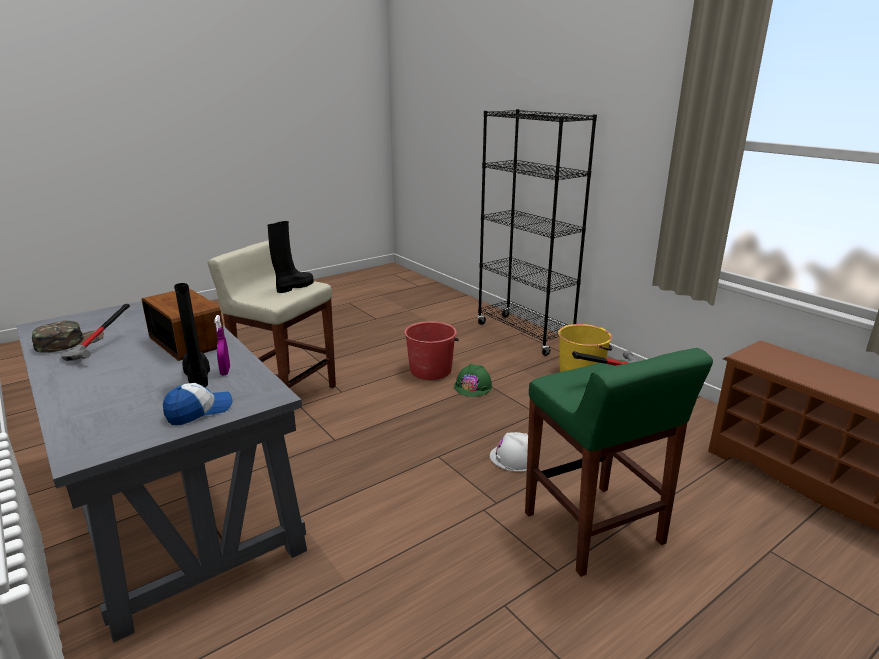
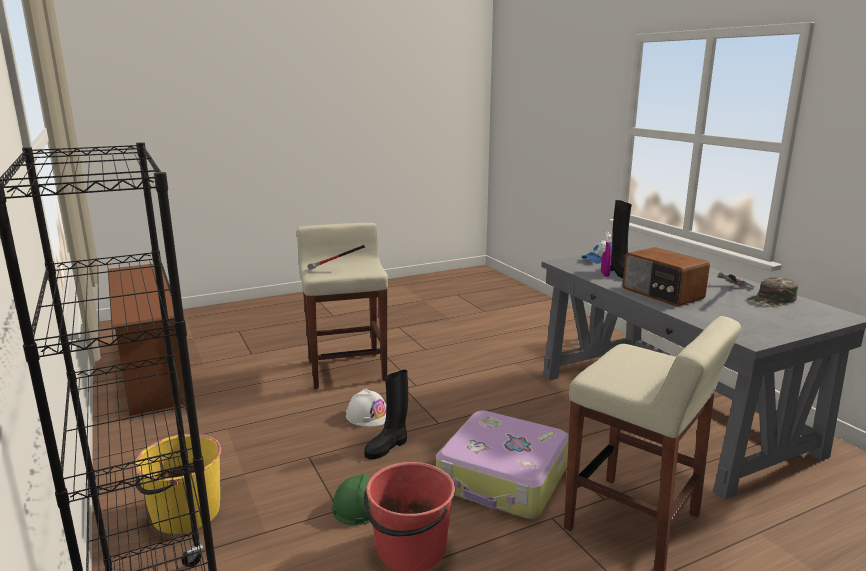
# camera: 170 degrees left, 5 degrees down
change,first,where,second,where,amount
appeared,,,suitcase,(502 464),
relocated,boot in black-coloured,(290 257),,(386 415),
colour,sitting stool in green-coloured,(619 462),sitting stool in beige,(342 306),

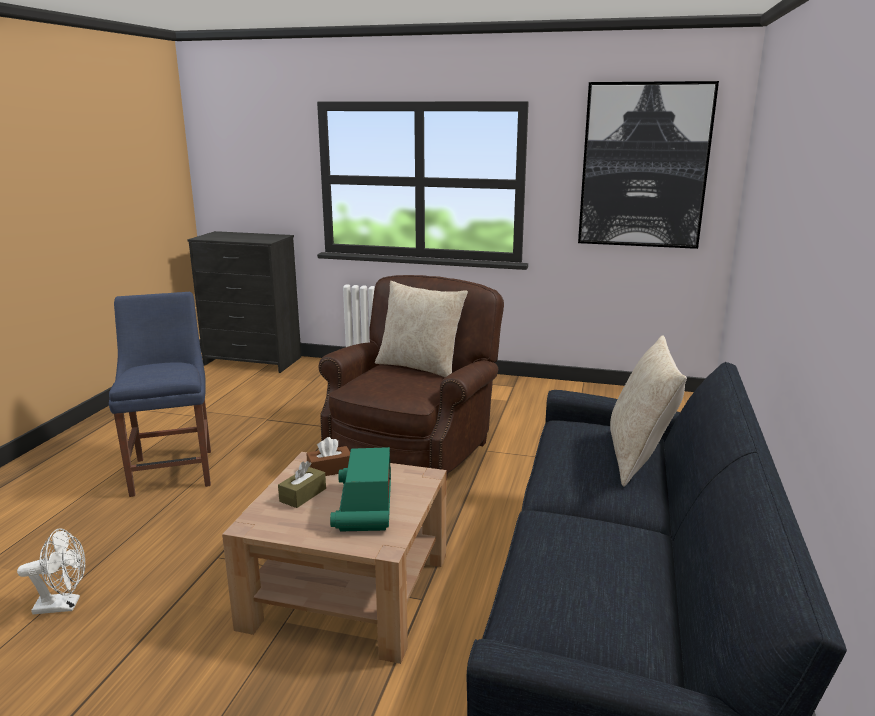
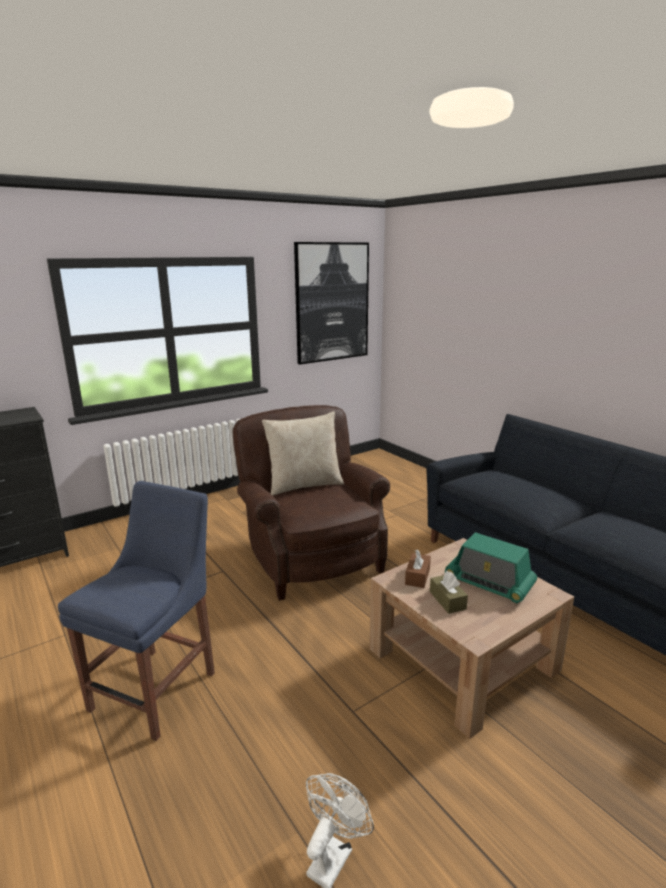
# camera: 50 degrees left, 0 degrees up
change,first,where,second,where,amount
missing,cushion in beige,(648 410),,,
spun,plain chair in bluish,(160 394),,(136 611),90 degrees clockwise

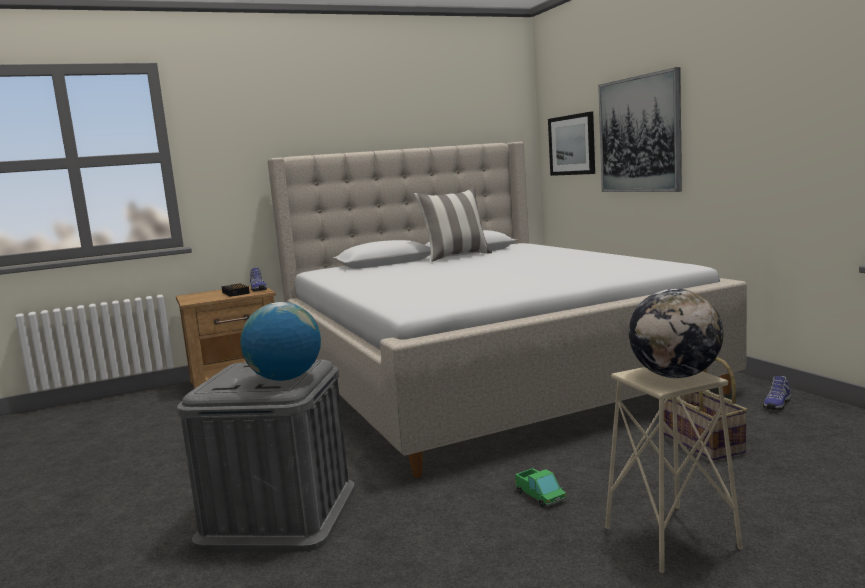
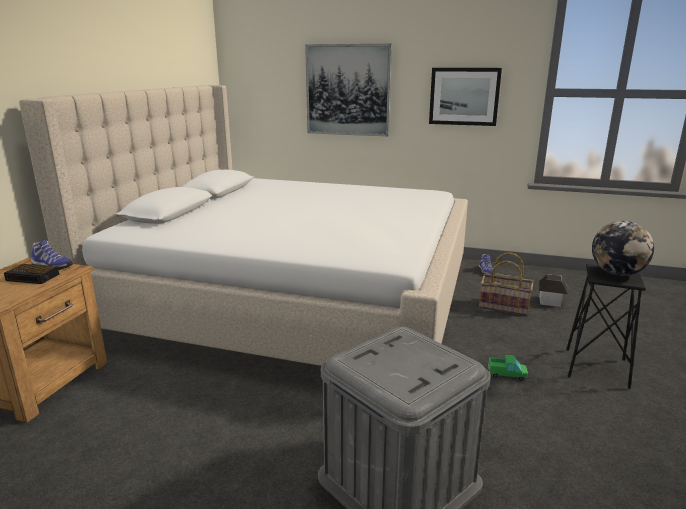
# camera: 50 degrees left, 10 degrees up
change,first,where,second,where,amount
missing,desk globe,(281 341),,,
missing,cushion,(453 224),,,
appeared,,,miniature house,(553 290),
relocated,wall art,(571 144),,(465 97),
colour,sitting stool in beige,(674 470),sitting stool in black-coloured,(606 326),

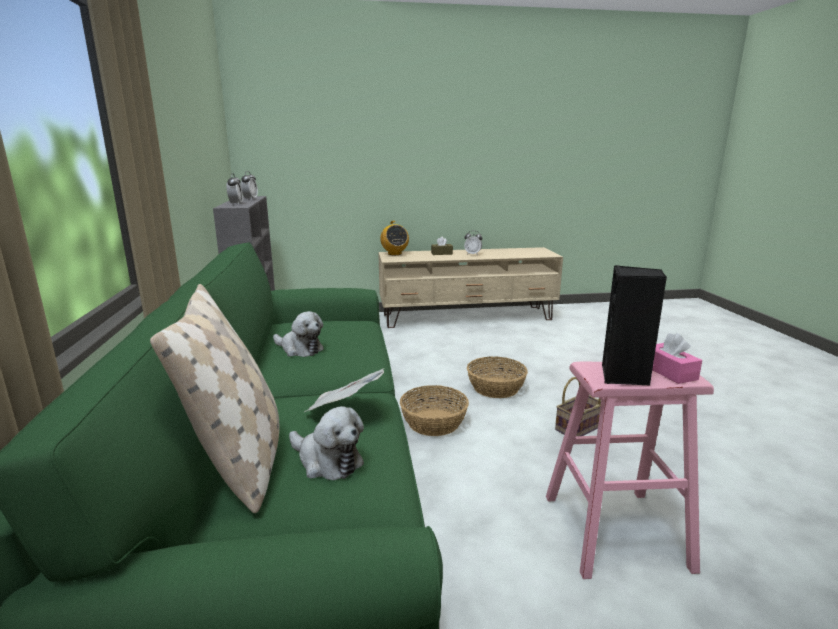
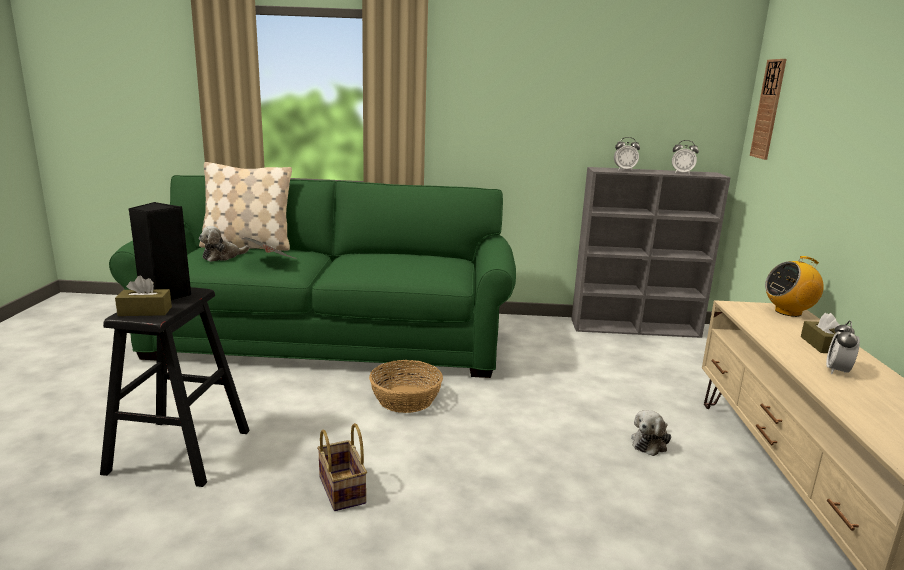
# camera: 100 degrees right, 0 degrees up
change,first,where,second,where,amount
missing,storage basket,(497 377),,,
appeared,,,wall clock,(768 109),
relocated,soft toy,(298 334),,(651 433),
colour,sitting stool in pink-coloured,(630 470),sitting stool in black-coloured,(175 387),
colour,box of tissues in pink-coloured,(677 358),box of tissues in brownish,(143 296),

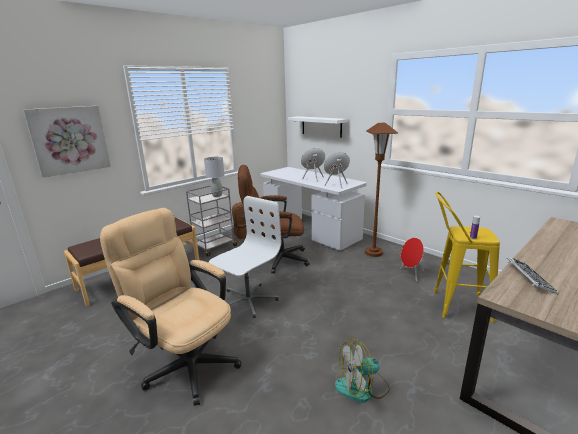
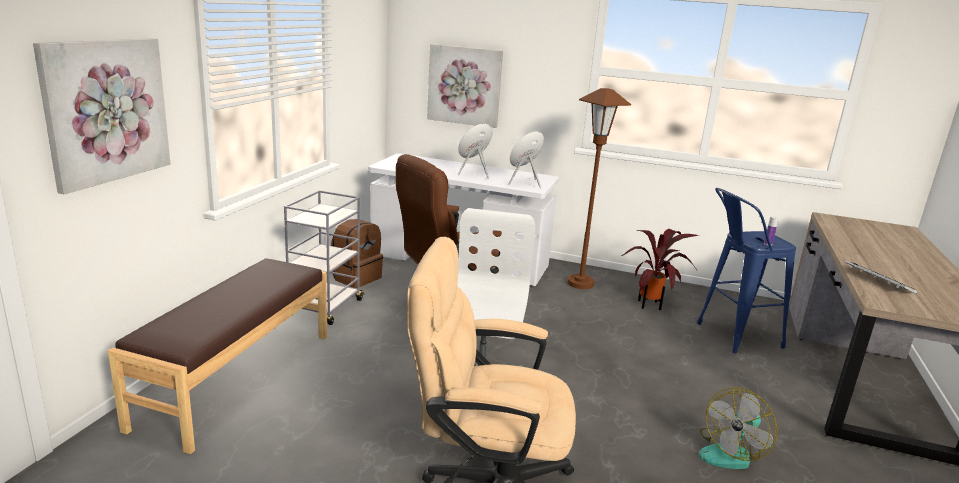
# camera: 30 degrees left, 0 degrees up
change,first,where,second,where,amount
missing,tabletop lamp in greyish,(214 177),,,
exchanged,shelf in white-coloured,(318 127),wall art,(465 86),
exchanged,loudspeaker in reddish,(412 259),potted plant,(660 269),
colour,sitting stool in yellow-coloured,(467 257),sitting stool in bluish,(746 270),

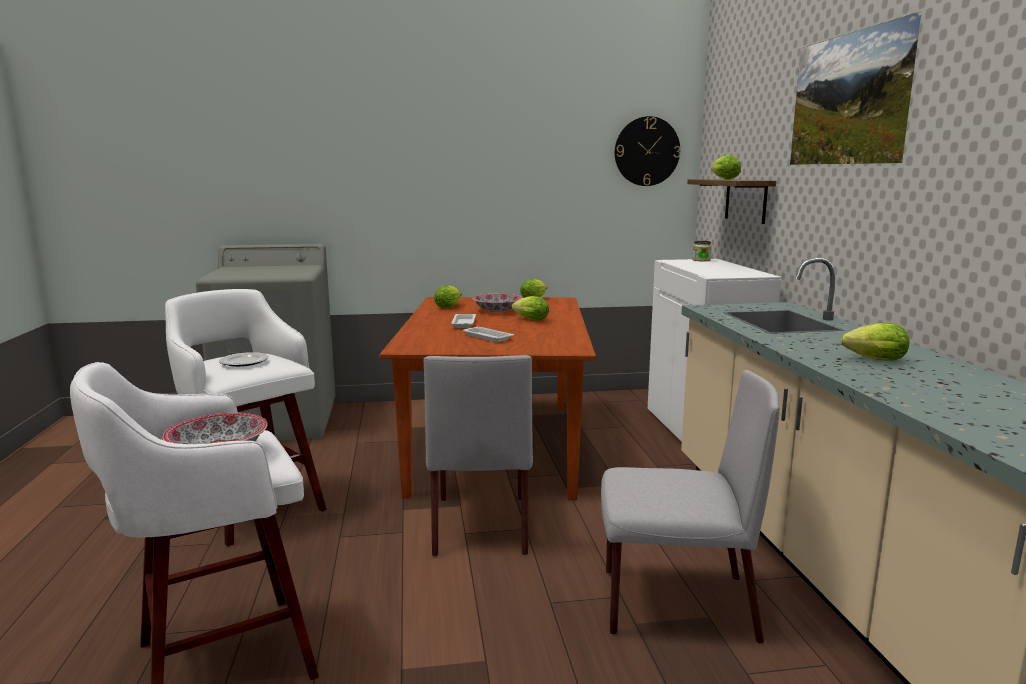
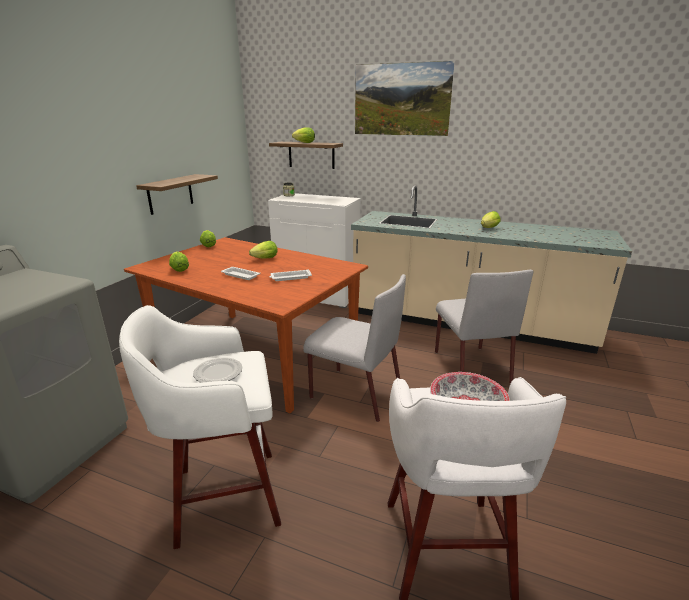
# camera: 60 degrees left, 10 degrees up
change,first,where,second,where,amount
missing,serving bowl,(497 303),,,
missing,wall clock,(647 151),,,
appeared,,,shelf,(177 194),
spun,plain chair in greyish,(690 507),,(484 327),135 degrees clockwise

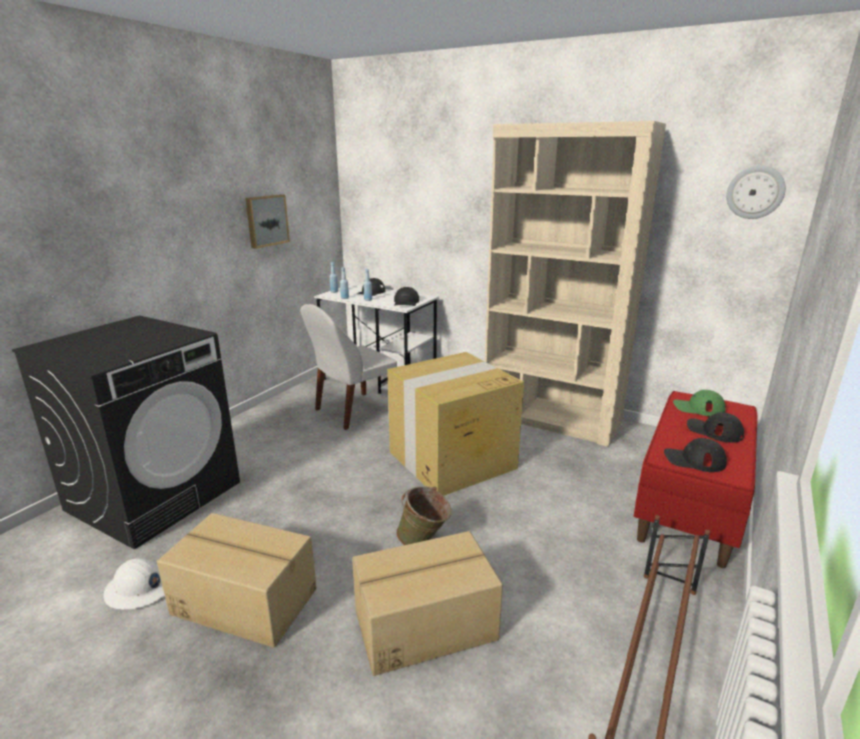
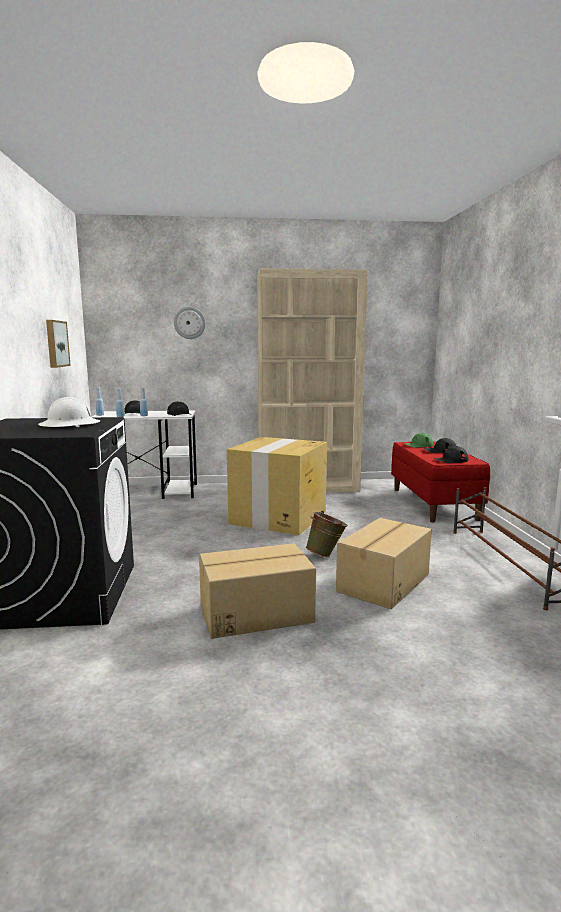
# camera: 35 degrees left, 10 degrees down
change,first,where,second,where,amount
missing,plain chair in white-coloured,(348 367),,,
relocated,work helmet in white-coloured,(134 583),,(69 412),
relocated,wall clock,(756 192),,(190 323),

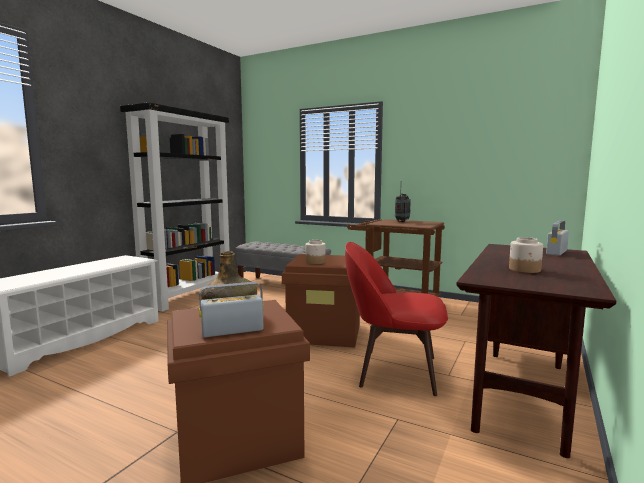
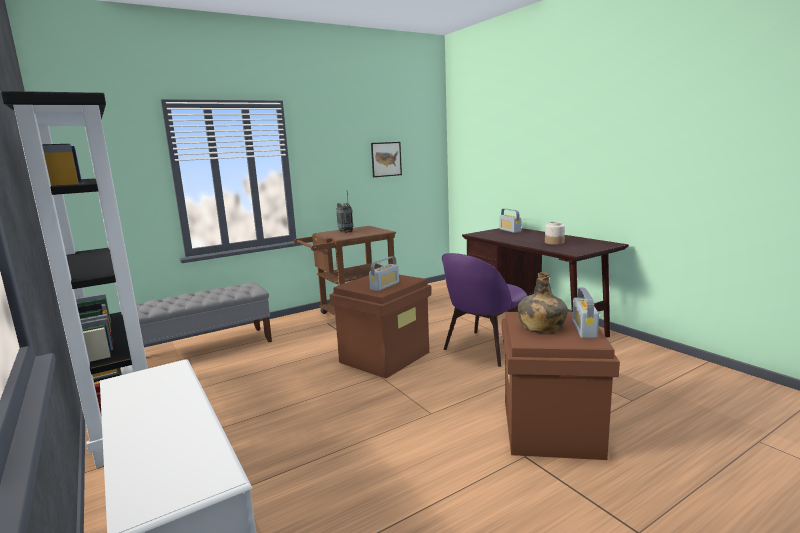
# camera: 60 degrees left, 5 degrees up
change,first,where,second,where,amount
appeared,,,wall art,(386 159),
exchanged,storage jar,(315 252),radio receiver,(384 273),
colour,plain chair in reddish,(396 319),plain chair in purplish,(485 310),

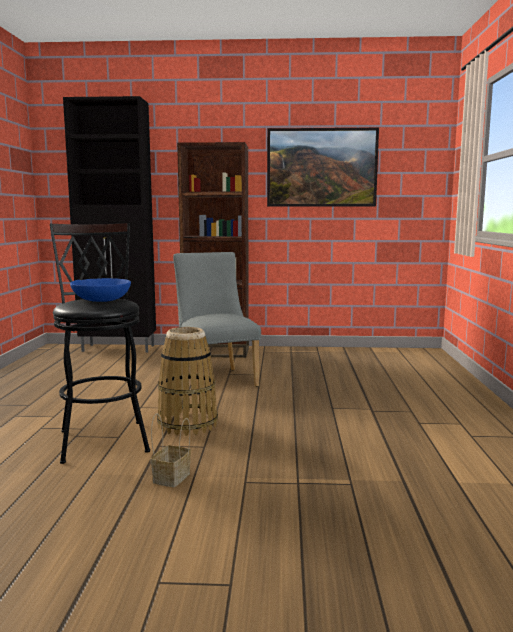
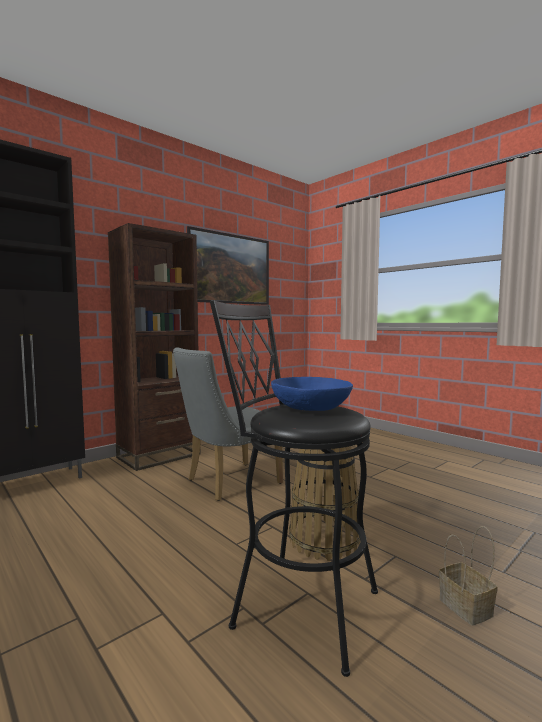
# camera: 45 degrees left, 5 degrees down
change,first,where,second,where,amount
spun,plain chair in greyish,(217 320),,(228 424),60 degrees counterclockwise

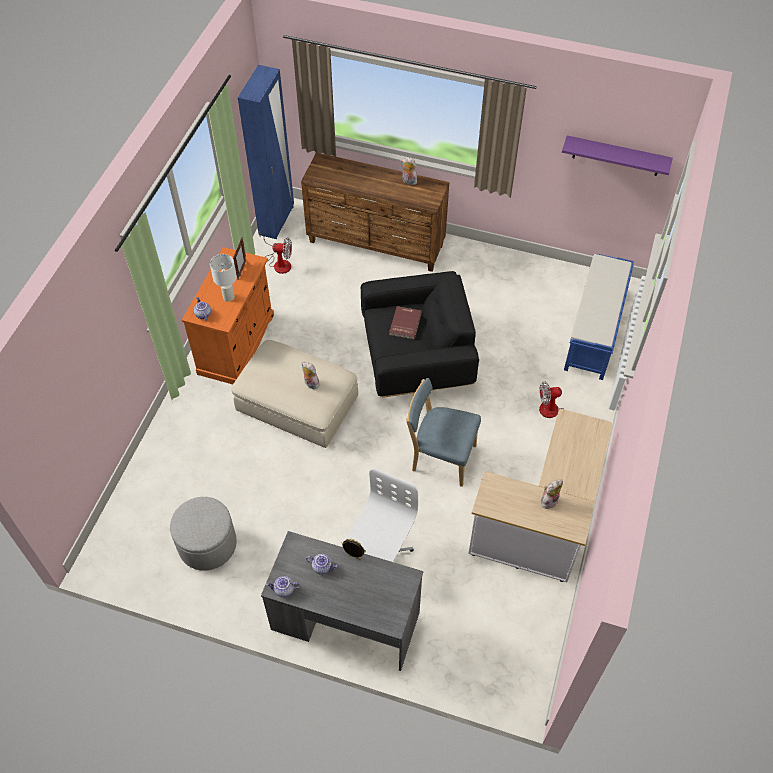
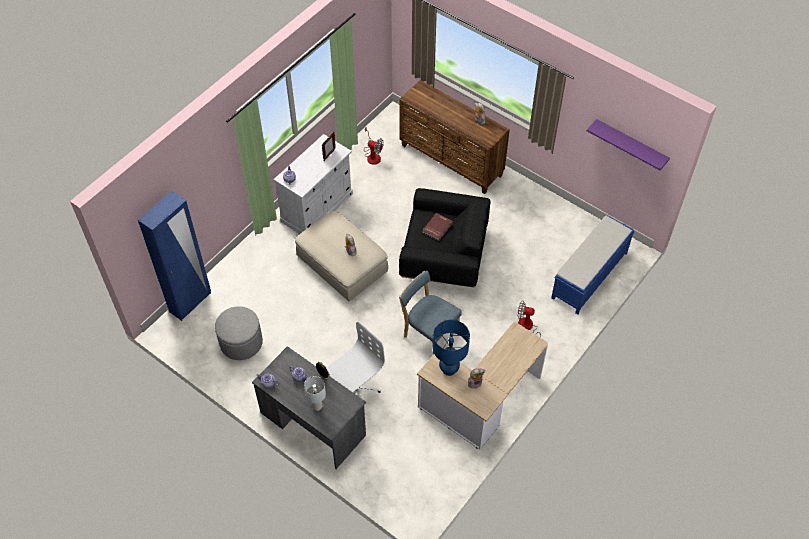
# camera: 20 degrees right, 0 degrees up
change,first,where,second,where,amount
appeared,,,tabletop lamp in bluish,(451 348),
relocated,tabletop lamp in white-coloured,(223 278),,(315 393),
relocated,armoire in bluish,(266 152),,(174 256),
colour,cabinet in orange,(228 315),cabinet in white-coloured,(313 184),

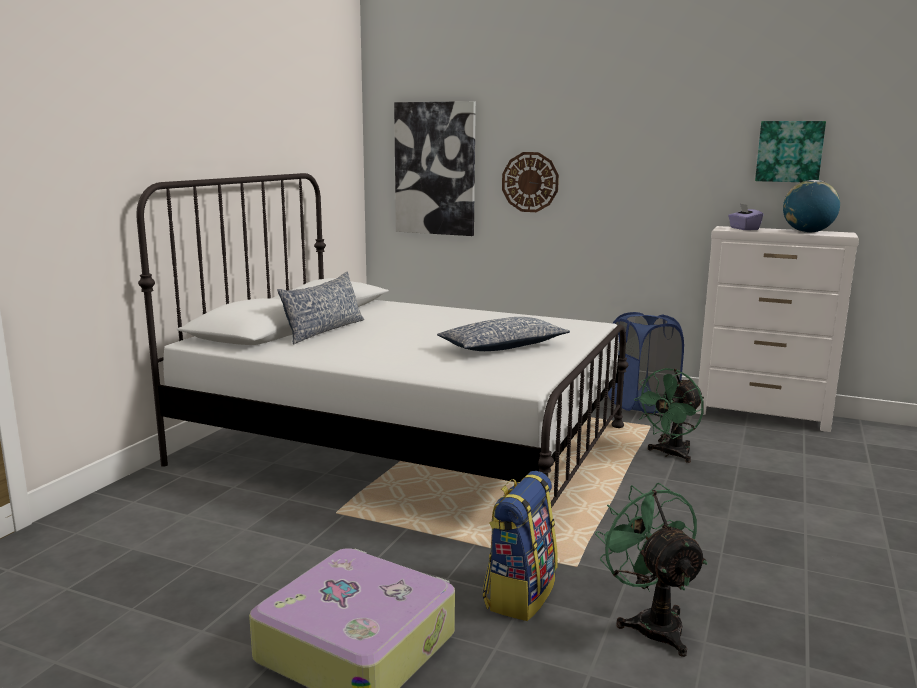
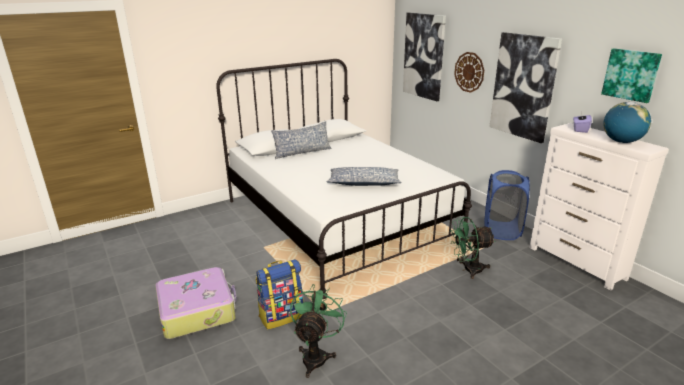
# camera: 35 degrees right, 10 degrees up
change,first,where,second,where,amount
appeared,,,wall art,(525 87),

